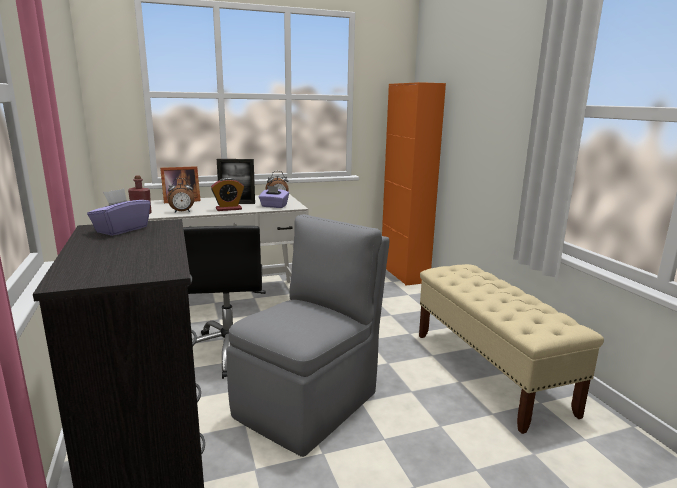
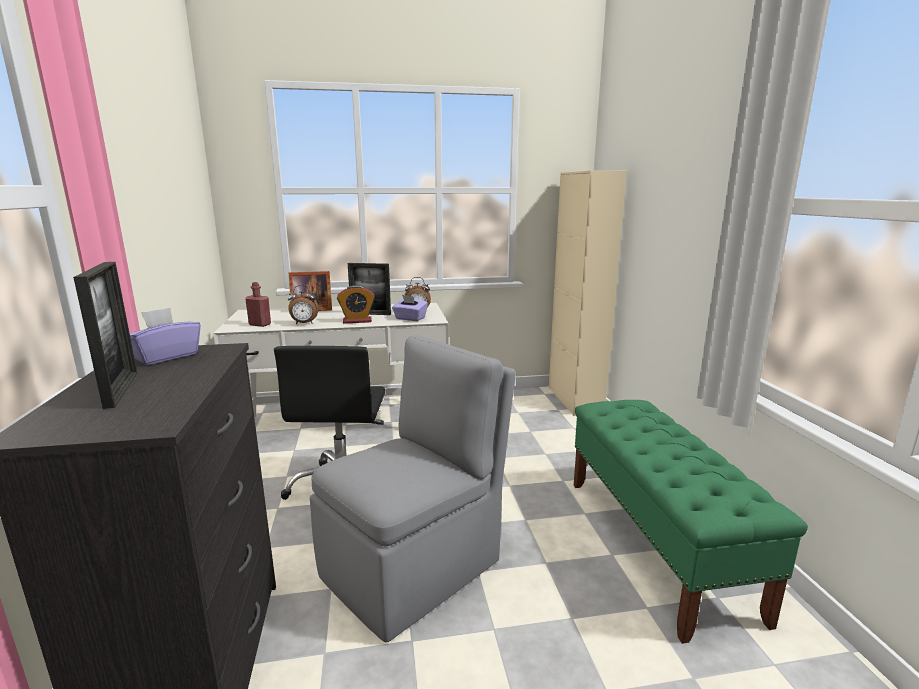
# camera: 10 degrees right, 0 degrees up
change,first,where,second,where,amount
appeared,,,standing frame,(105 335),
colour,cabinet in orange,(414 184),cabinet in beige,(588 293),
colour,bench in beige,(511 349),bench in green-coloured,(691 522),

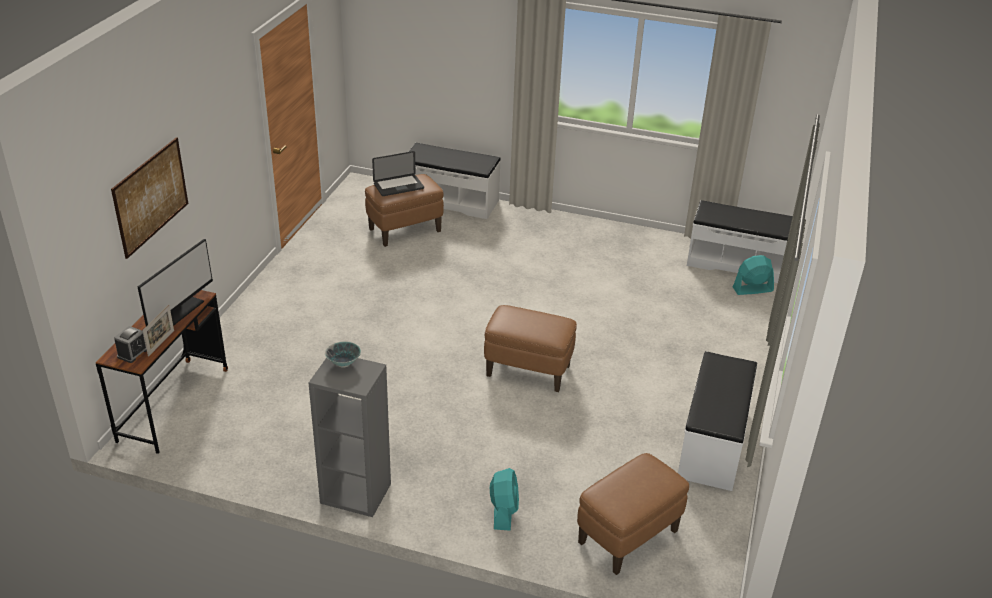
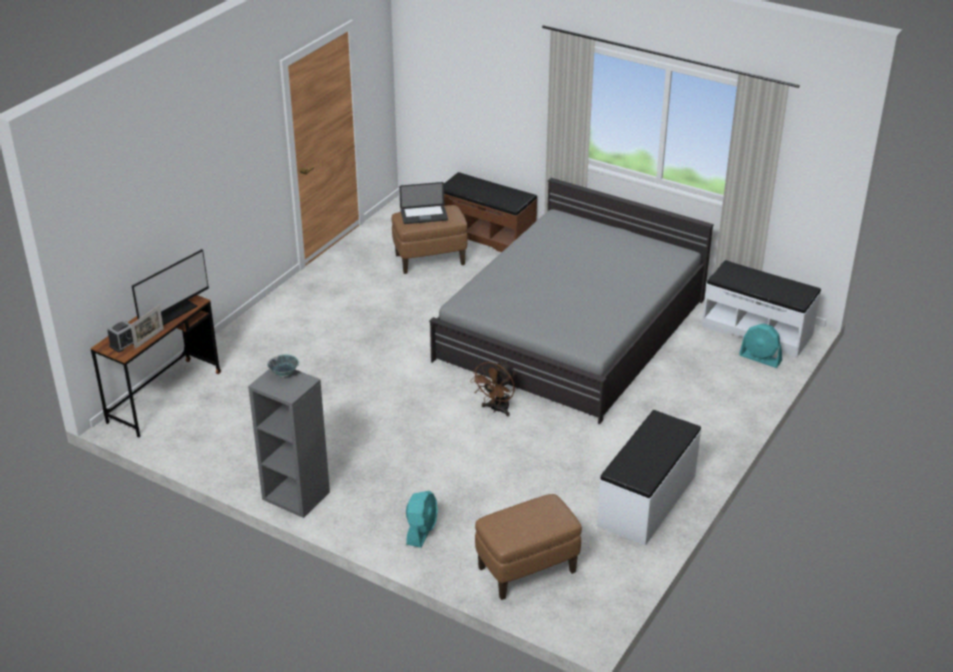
# camera: 15 degrees right, 0 degrees up
change,first,where,second,where,amount
missing,wall art,(149 198),,,
appeared,,,bedroom bed in greyish,(571 301),
exchanged,footrest in brownish,(530 348),fan in brownish,(493 389),
colour,bench in white-coloured,(455 181),bench in brownish,(490 212),
spun,fan in turquoise,(753 275),,(760 345),150 degrees counterclockwise

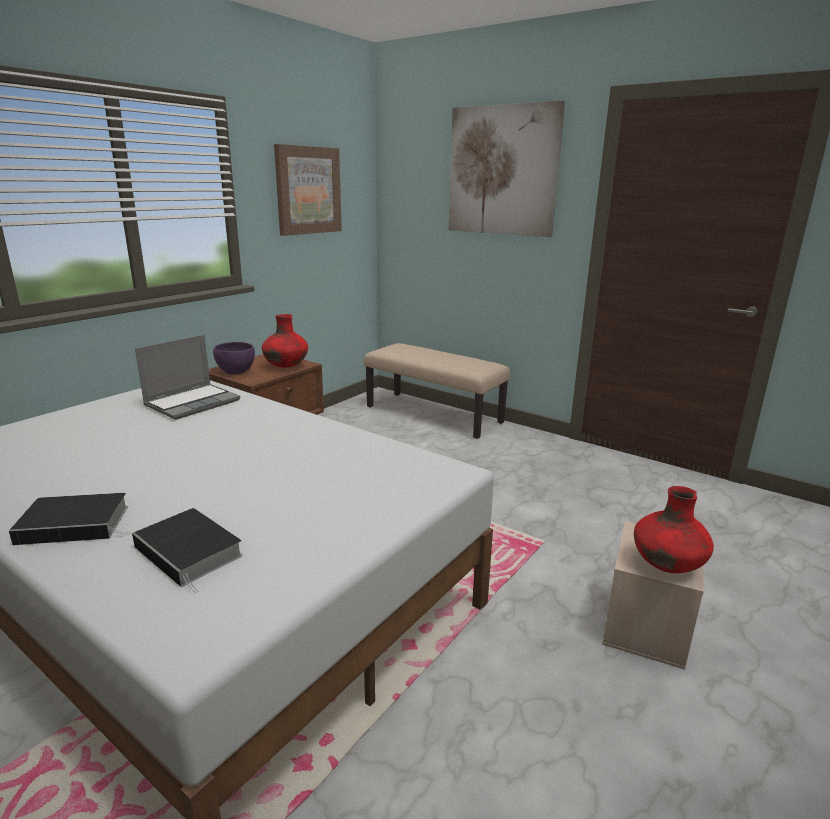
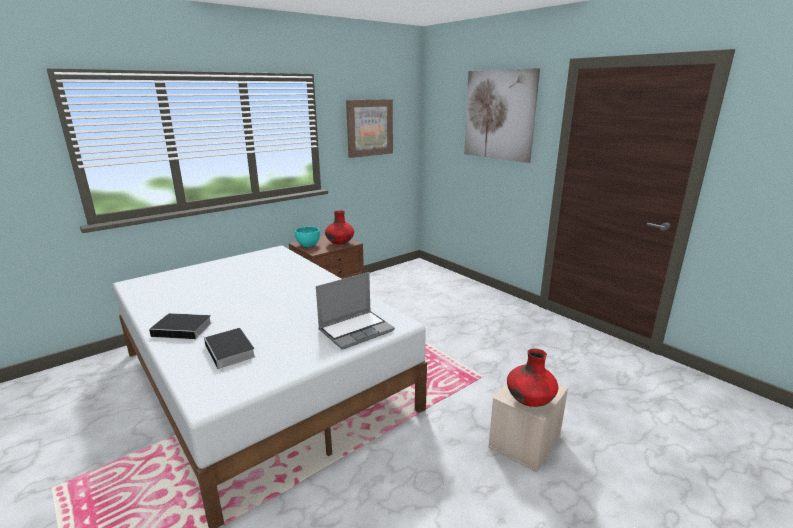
# camera: 15 degrees right, 0 degrees up
change,first,where,second,where,amount
missing,bench in beige,(437 391),,,
relocated,notebook computer,(187 377),,(355 311),
colour,serving bowl in purplish,(234 358),serving bowl in turquoise,(307 237),

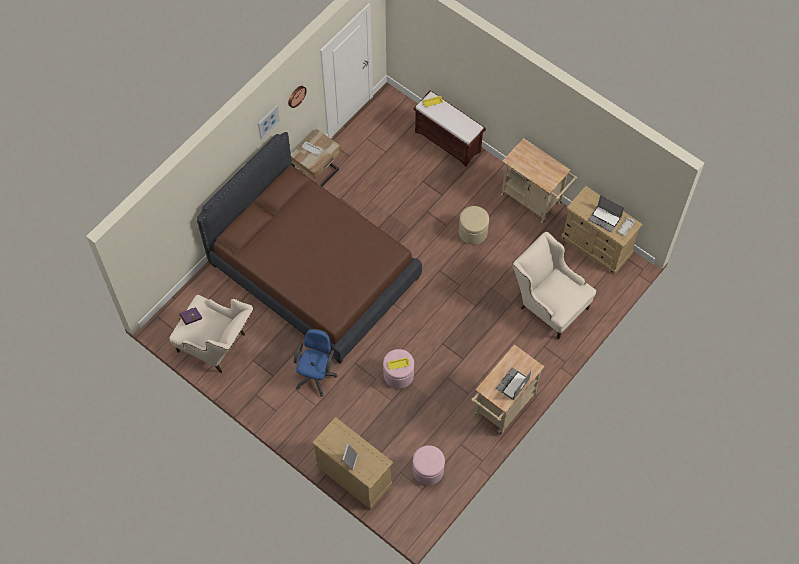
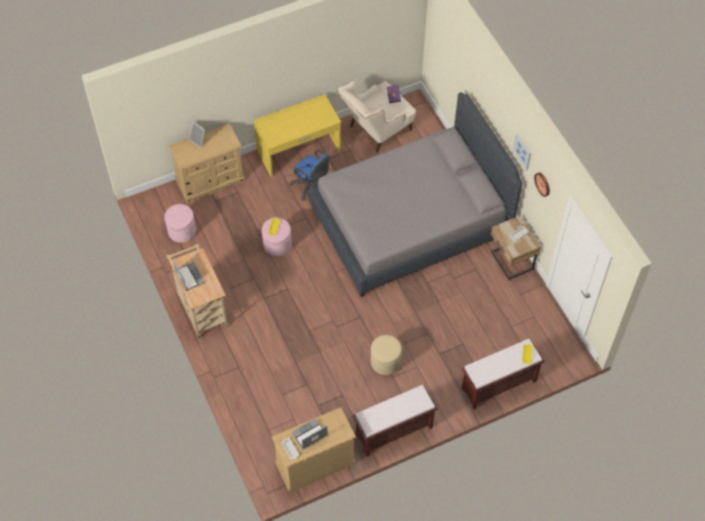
# camera: 115 degrees right, 5 degrees down
change,first,where,second,where,amount
missing,lounge chair in beige,(554 286),,,
appeared,,,desk unit in yellow-coloured,(297 136),
exchanged,wheeled cart in beige,(539 180),bench in brownish,(395 421),
colour,bedroom bed in brownish,(309 248),bedroom bed in greyish,(415 194),

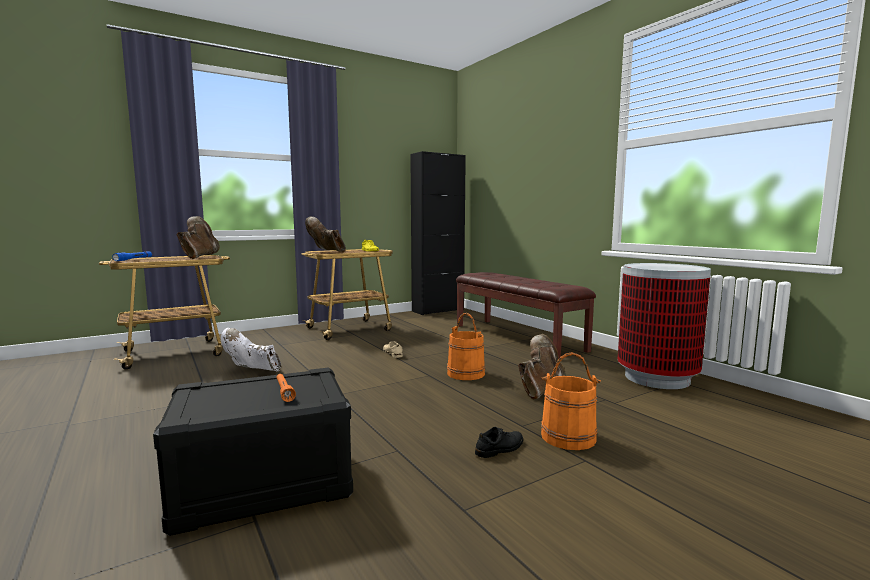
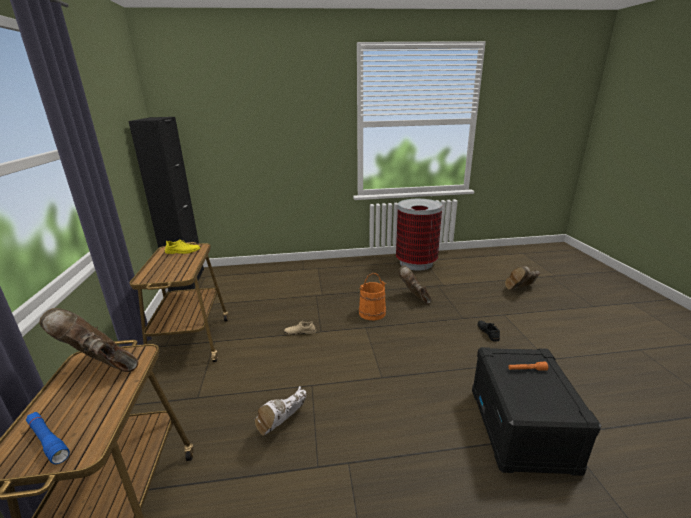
# camera: 65 degrees left, 15 degrees up
change,first,where,second,where,amount
missing,bench in brownish,(526 315),,,
missing,bucket in orange,(571 401),,,
relocated,boot in brownish,(325 234),,(522 277),

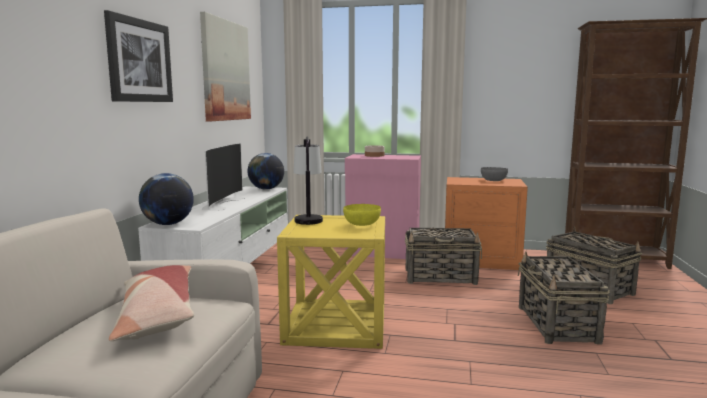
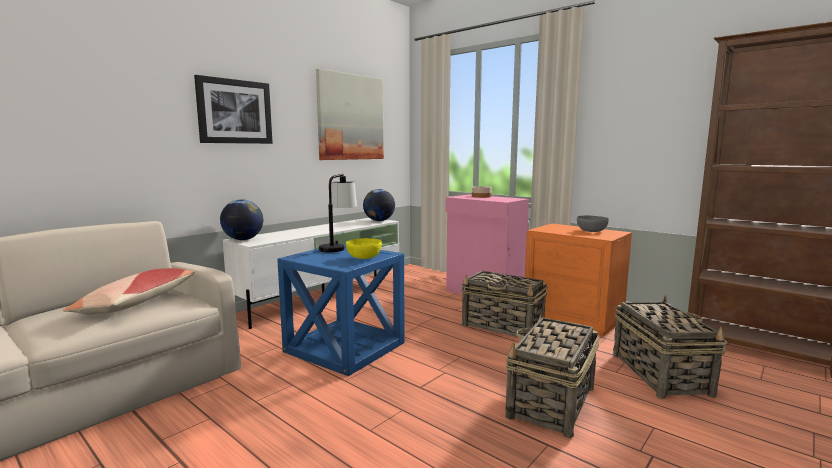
# camera: 30 degrees right, 0 degrees up
change,first,where,second,where,amount
missing,TV set,(223 177),,,
colour,accent table in yellow-coloured,(331 282),accent table in bluish,(341 309),

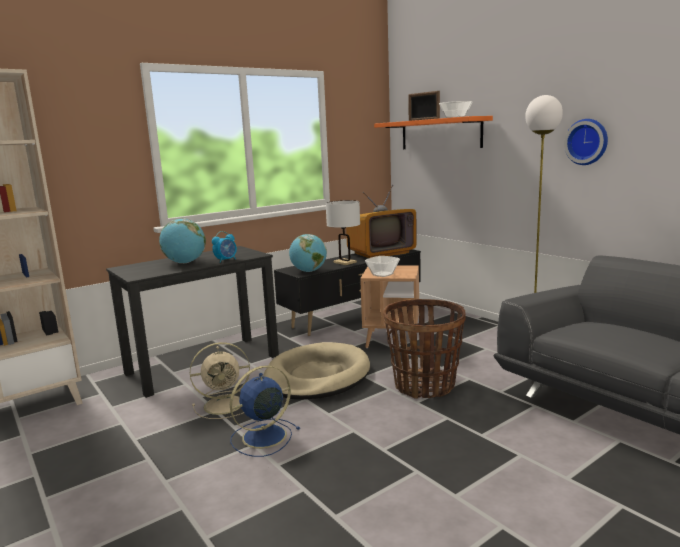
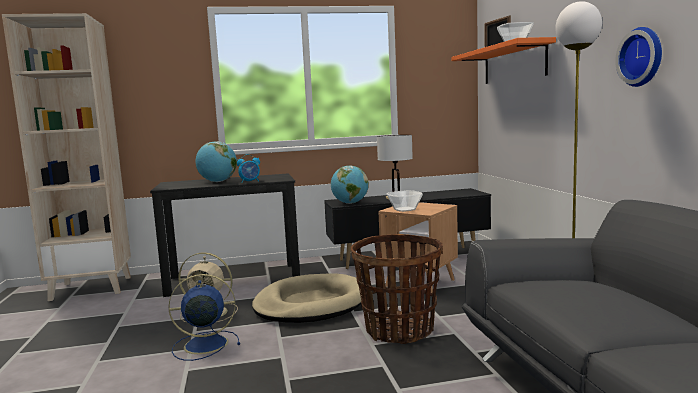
# camera: 25 degrees right, 5 degrees down
change,first,where,second,where,amount
missing,TV set,(381 221),,,

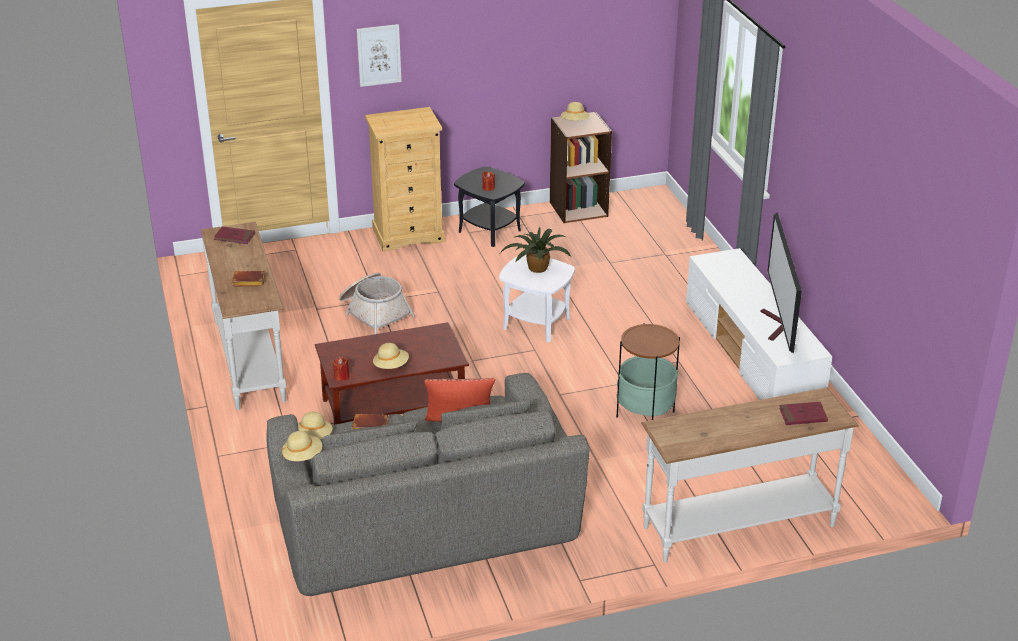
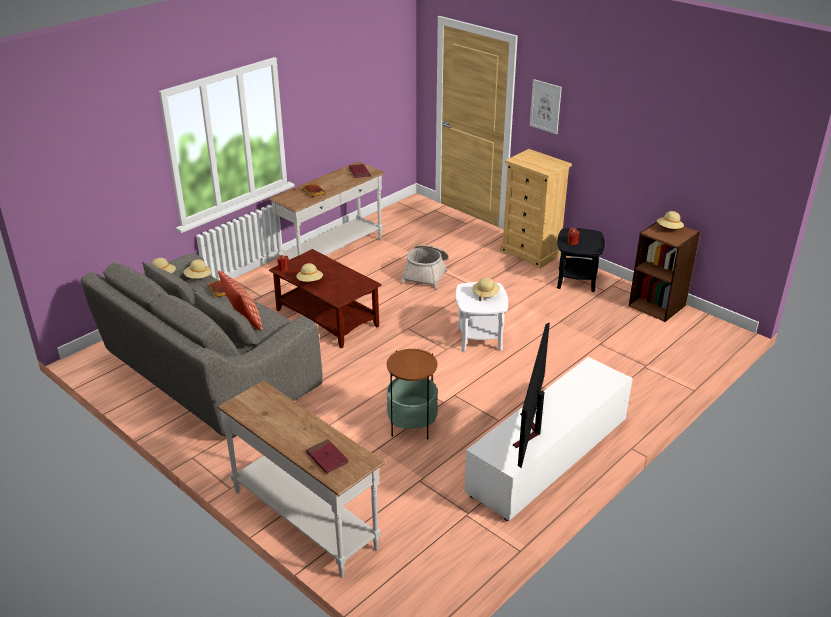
# camera: 60 degrees right, 0 degrees up
change,first,where,second,where,amount
exchanged,potted plant,(536 250),clothing hat in beige,(486 290),
spun,TV set,(781 282),,(531 395),45 degrees counterclockwise

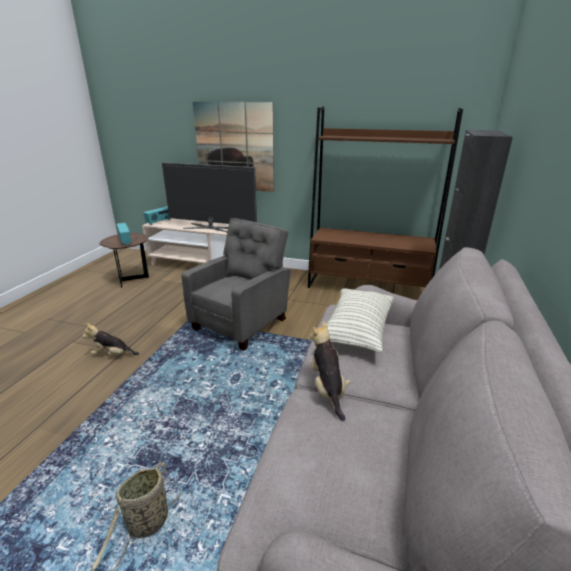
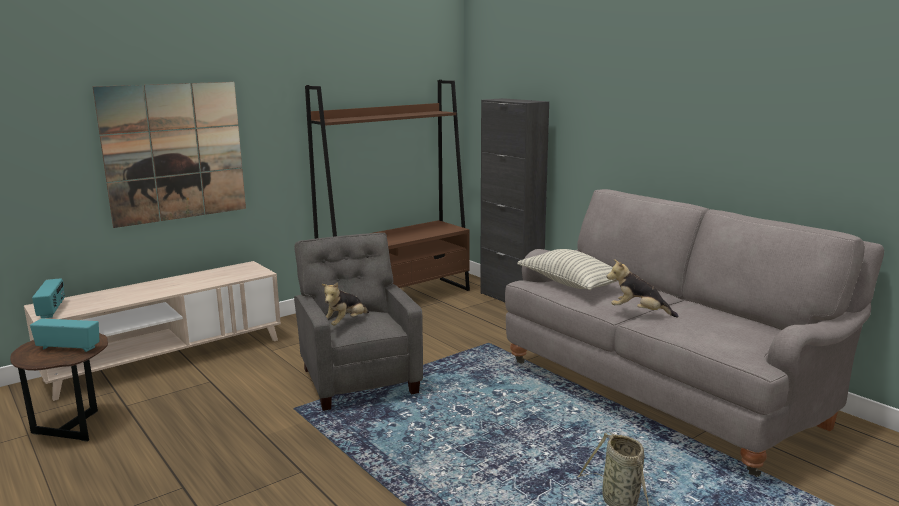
# camera: 55 degrees left, 10 degrees down
change,first,where,second,where,amount
missing,TV set,(209 197),,,
relocated,soft toy,(110 339),,(345 304),

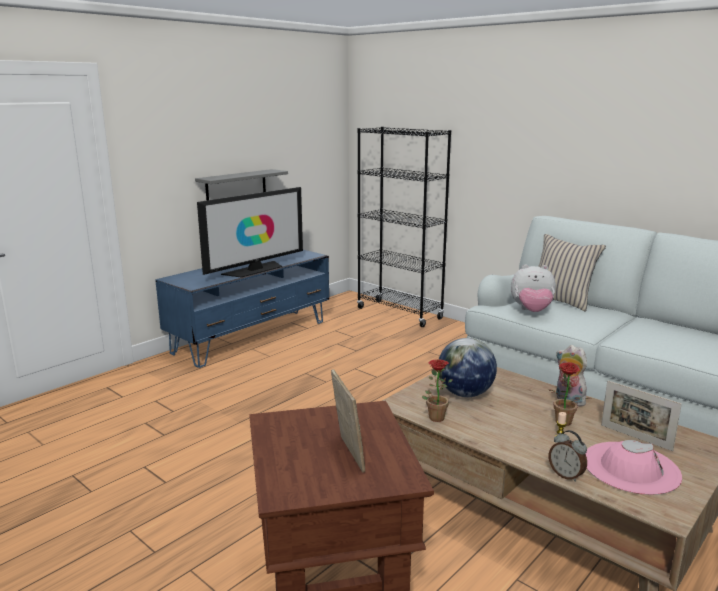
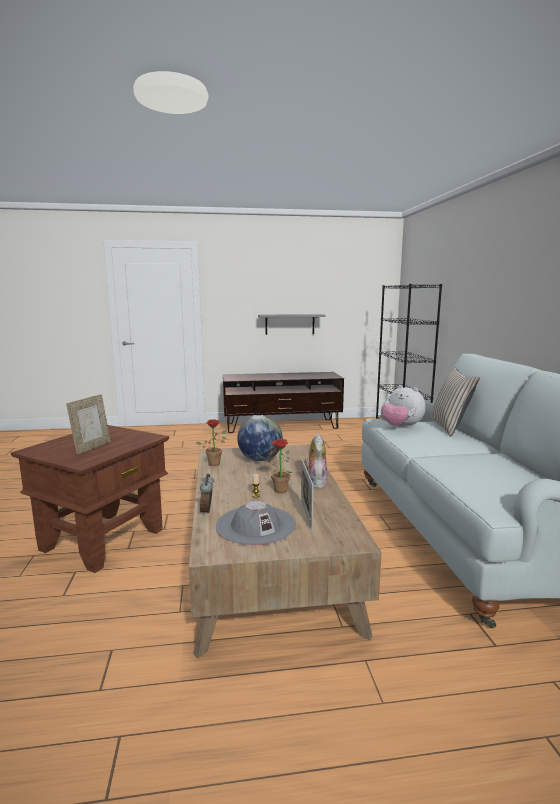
# camera: 40 degrees right, 5 degrees down
change,first,where,second,where,amount
missing,TV set,(250 232),,,
colour,tv unit in bluish,(242 309),tv unit in brownish,(283 402),
colour,clothing hat in pink-coloured,(633 467),clothing hat in greyish,(256 523),

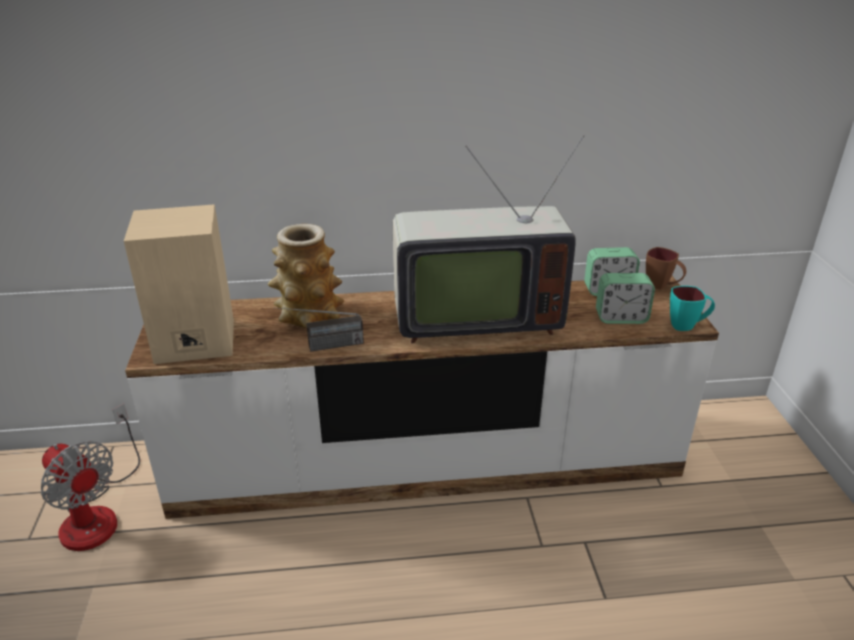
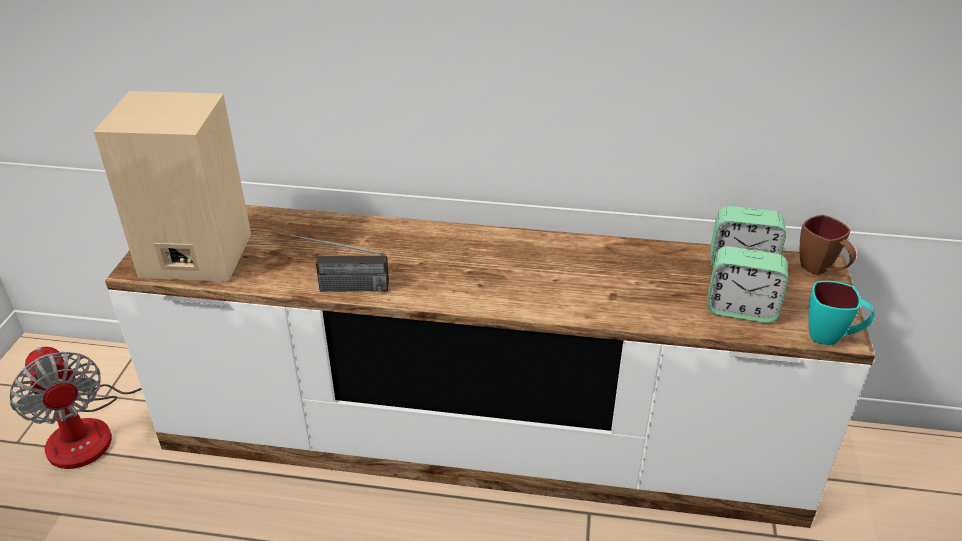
# camera: 15 degrees right, 5 degrees up
change,first,where,second,where,amount
missing,vase,(306 276),,,
missing,TV set,(489 239),,,

